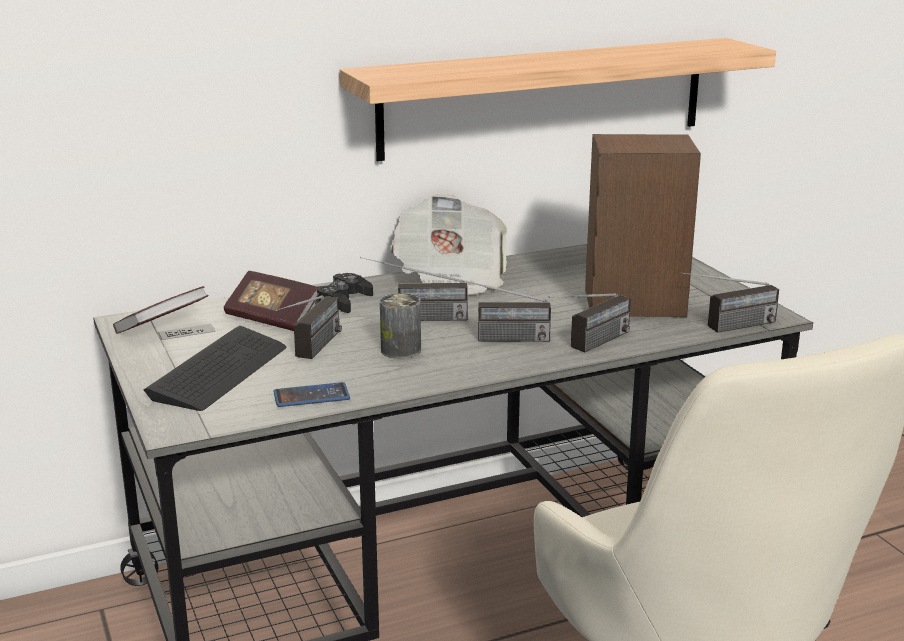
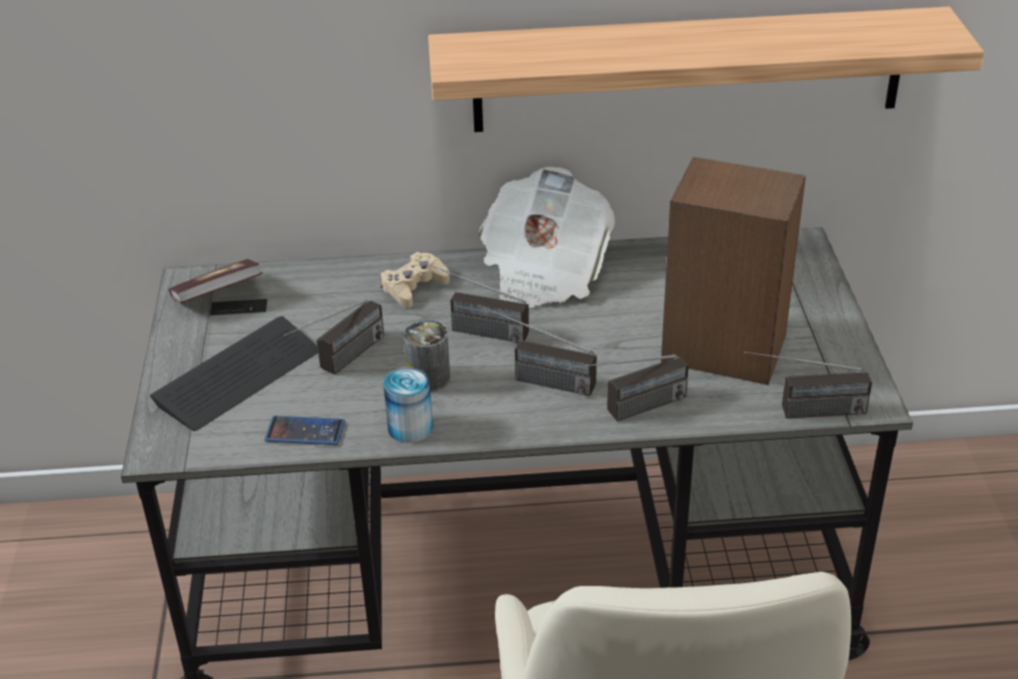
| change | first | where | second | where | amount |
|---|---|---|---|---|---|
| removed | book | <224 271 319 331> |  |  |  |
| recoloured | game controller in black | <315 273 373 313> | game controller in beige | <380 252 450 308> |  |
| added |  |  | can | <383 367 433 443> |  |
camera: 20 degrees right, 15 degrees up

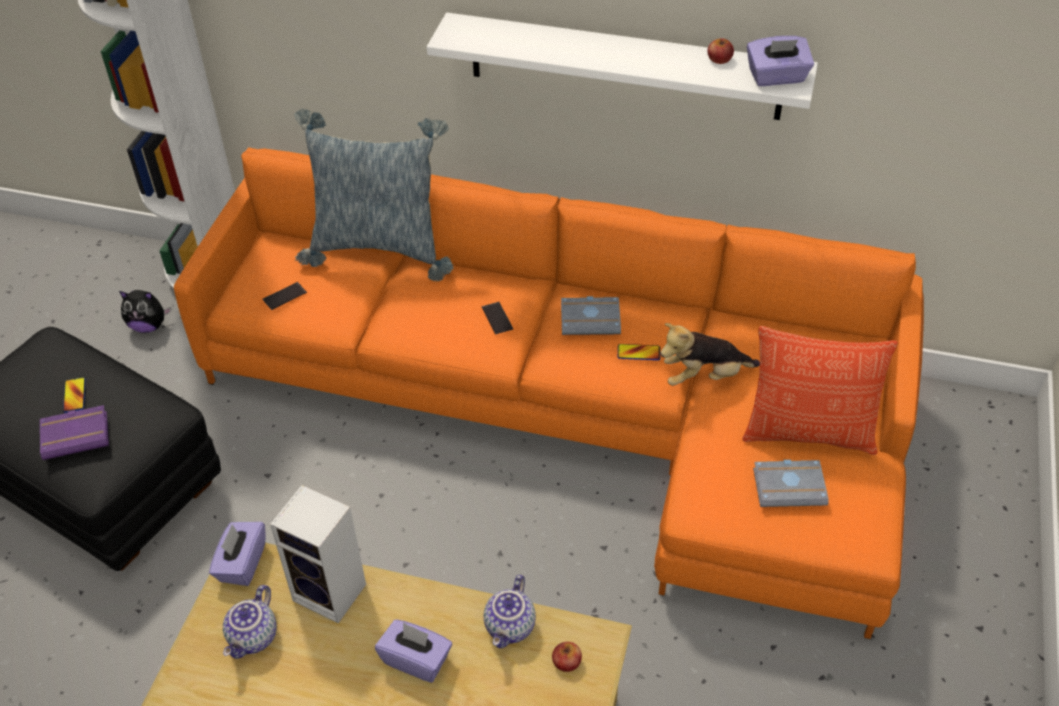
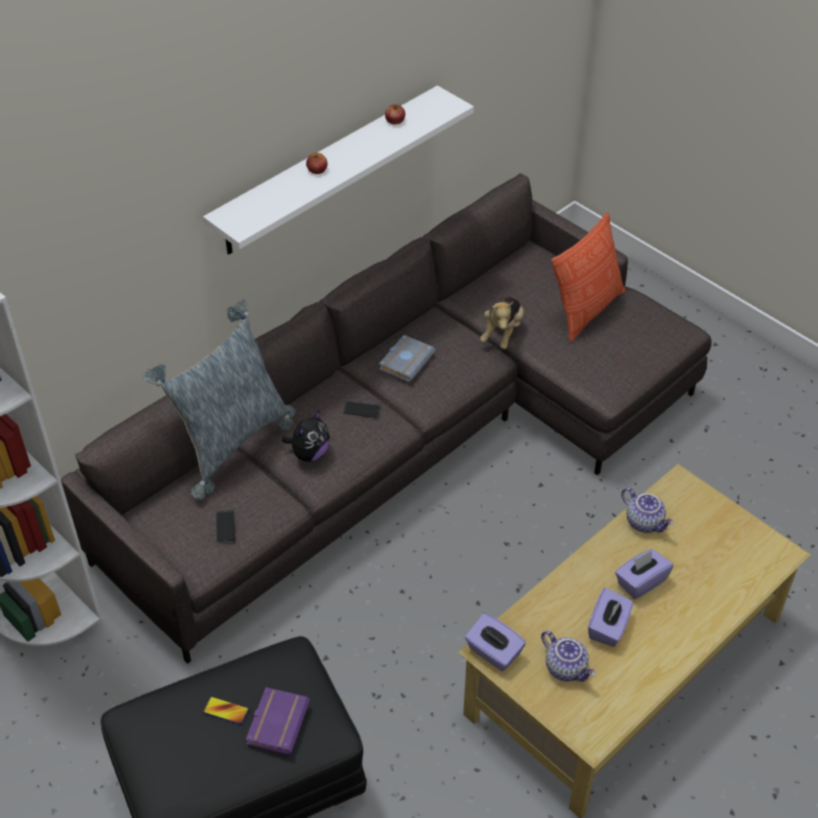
| change | first | where | second | where | amount |
|---|---|---|---|---|---|
| moved | tissue box in purple | <747 36 814 86> |  | <588 587 633 647> |  |
| recoloured | sofa in orange | <174 147 924 639> | sofa in grey | <61 173 712 664> |  |
| moved | plush toy | <119 290 171 333> |  | <282 410 330 462> |  |
| removed | phone | <618 344 660 360> |  |  |  |
| removed | book in grey | <753 459 829 507> |  |  |  |
| removed | speaker | <270 485 366 623> |  |  |  |
| moved | apple | <552 642 582 672> |  | <306 152 328 174> |  |
camera: 60 degrees left, 0 degrees up

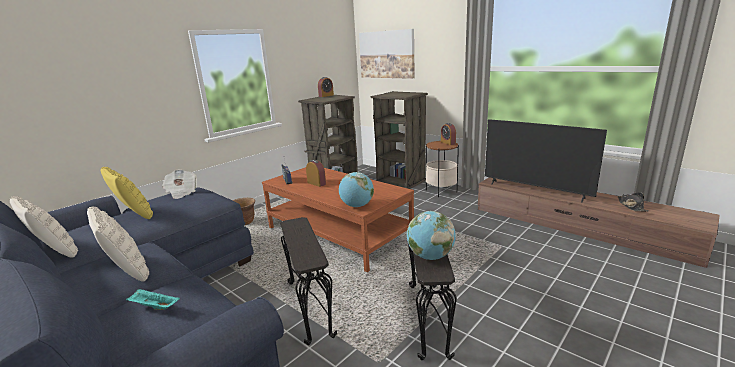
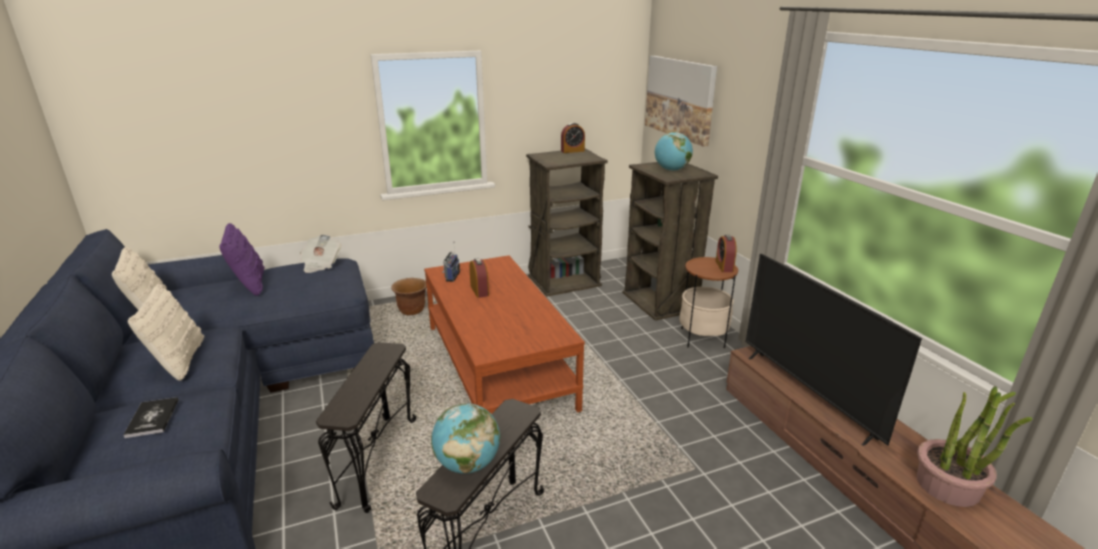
| change | first | where | second | where | amount |
|---|---|---|---|---|---|
| recoloured | pillow in yellow | <101 167 153 219> | pillow in purple | <219 223 265 296> |  |
| moved | globe | <339 172 374 207> |  | <655 132 693 171> |  |
| replaced | hat in black | <618 192 649 212> | potted plant | <917 386 1032 507> |  |
| replaced | tray in turquoise | <126 289 180 310> | book | <123 397 179 438> |  |
camera: 25 degrees right, 5 degrees up

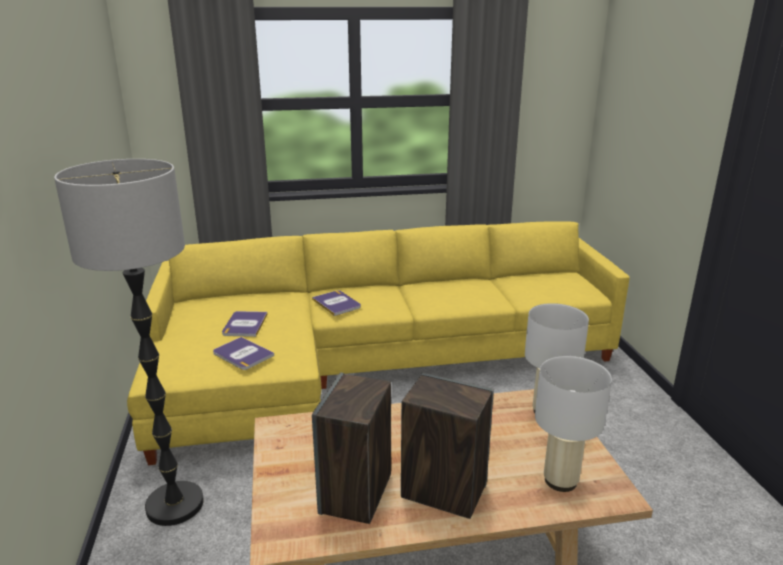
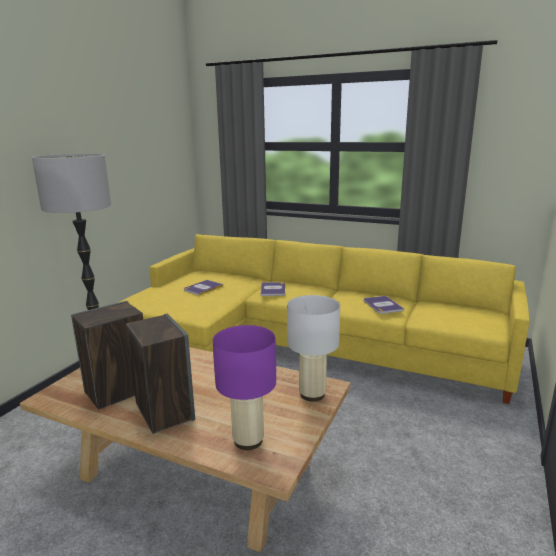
| change | first | where | second | where | amount |
|---|---|---|---|---|---|
| moved | book | <213 337 274 370> |  | <364 296 404 314> |  |
| recoloured | table lamp in white | <535 356 612 492> | table lamp in purple | <213 325 276 450> |  |
camera: 35 degrees right, 5 degrees down

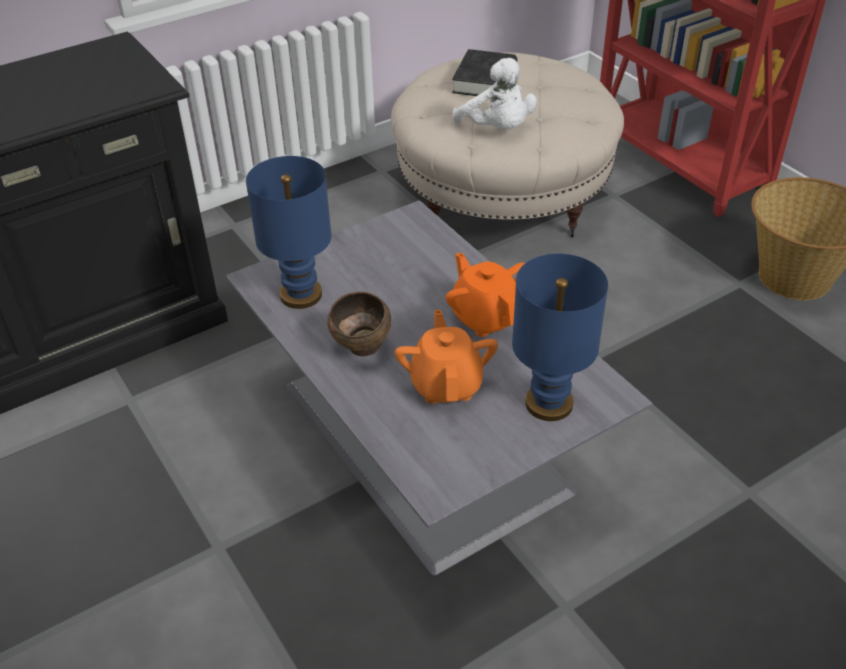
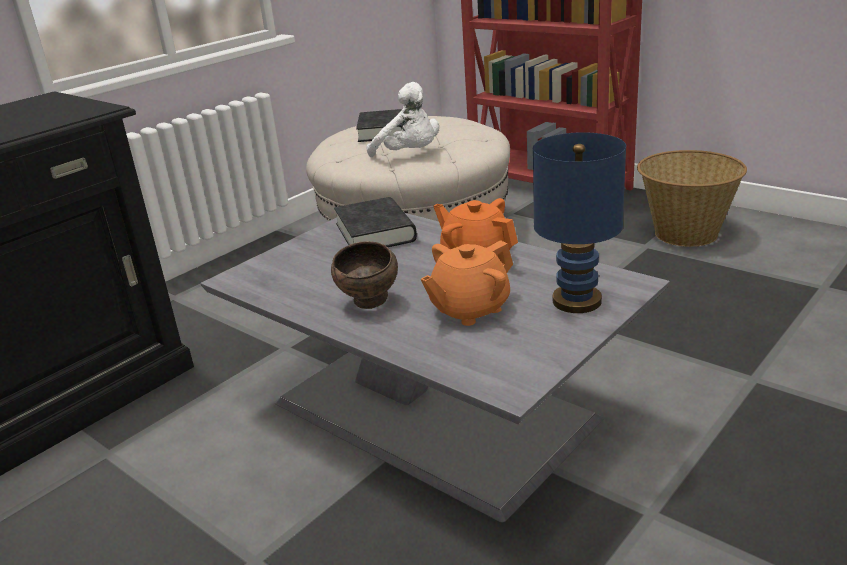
| change | first | where | second | where | amount |
|---|---|---|---|---|---|
| removed | table lamp in blue | <246 156 332 309> |  |  |  |
| turned | teapot in orange | <395 310 498 404> |  | <421 240 513 326> | 105 degrees counterclockwise |
| added |  |  | book in black | <334 197 417 247> |  |
camera: 15 degrees left, 15 degrees down

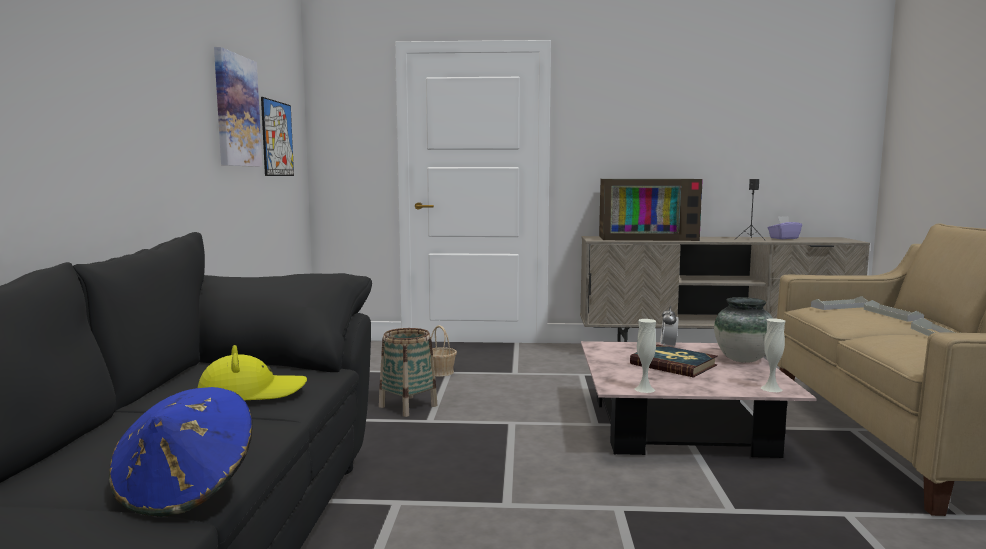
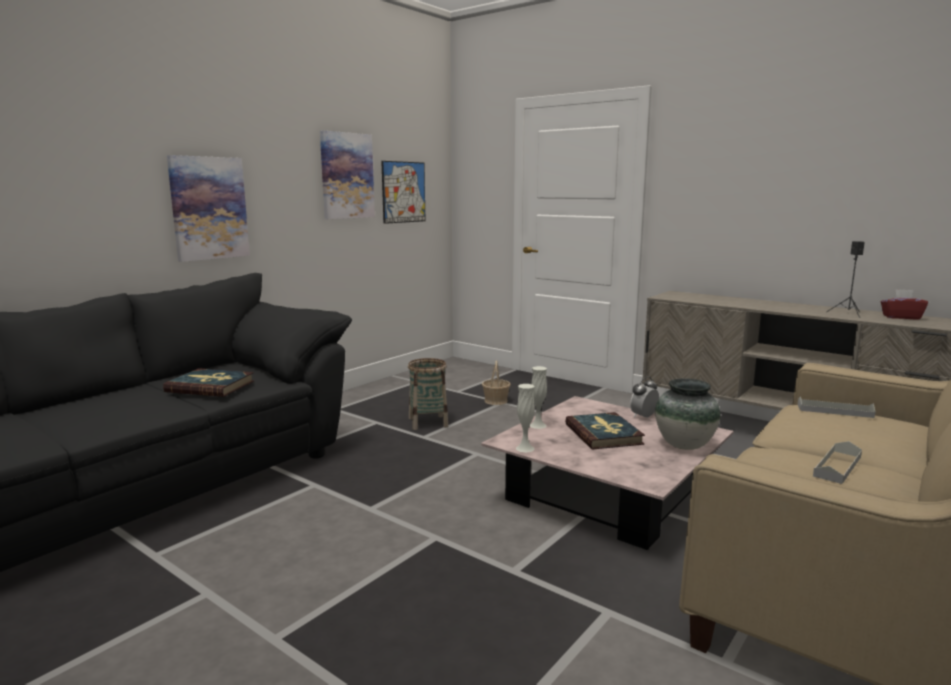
| change | first | where | second | where | amount |
|---|---|---|---|---|---|
| removed | television | <599 179 703 241> |  |  |  |
| recoloured | tissue box in purple | <768 216 802 239> | tissue box in red | <881 289 928 319> |  |
| removed | tray in grey | <864 300 924 322> |  |  |  |
| moved | vase in white | <761 318 786 392> |  | <530 366 547 429> |  |
| replaced | hat in yellow | <198 345 307 400> | book | <163 368 254 397> |  |
| removed | hat in blue | <109 387 253 517> |  |  |  |
| added |  |  | picture | <167 155 250 262> |  |
camera: 35 degrees right, 5 degrees up

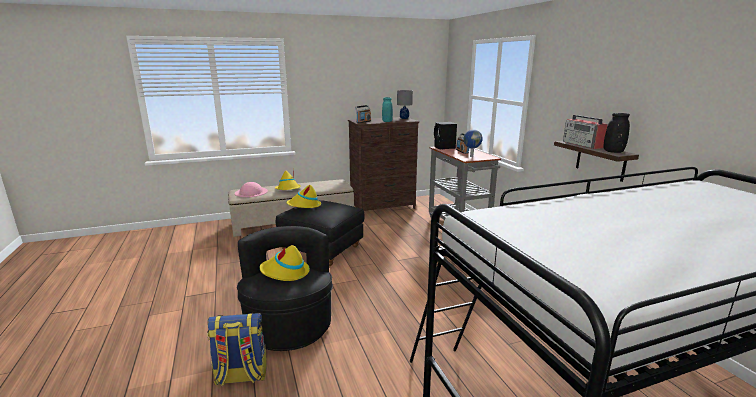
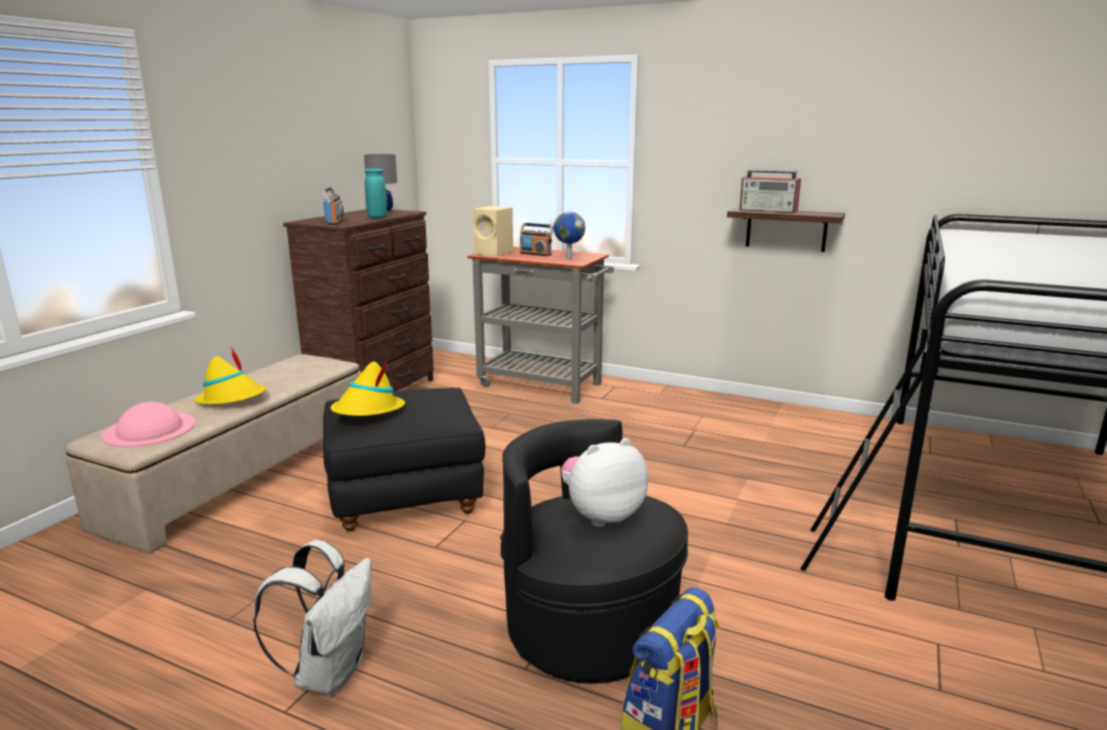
| change | first | where | second | where | amount |
|---|---|---|---|---|---|
| removed | vase in black | <603 113 630 153> |  |  |  |
| recoloured | speaker in black | <434 122 457 149> | speaker in beige | <472 206 513 256> |  |
| replaced | hat in yellow | <260 245 310 281> | plush toy | <561 438 648 527> |  |
| added |  |  | backpack in white | <253 540 371 695> |  |
camera: 45 degrees left, 0 degrees up

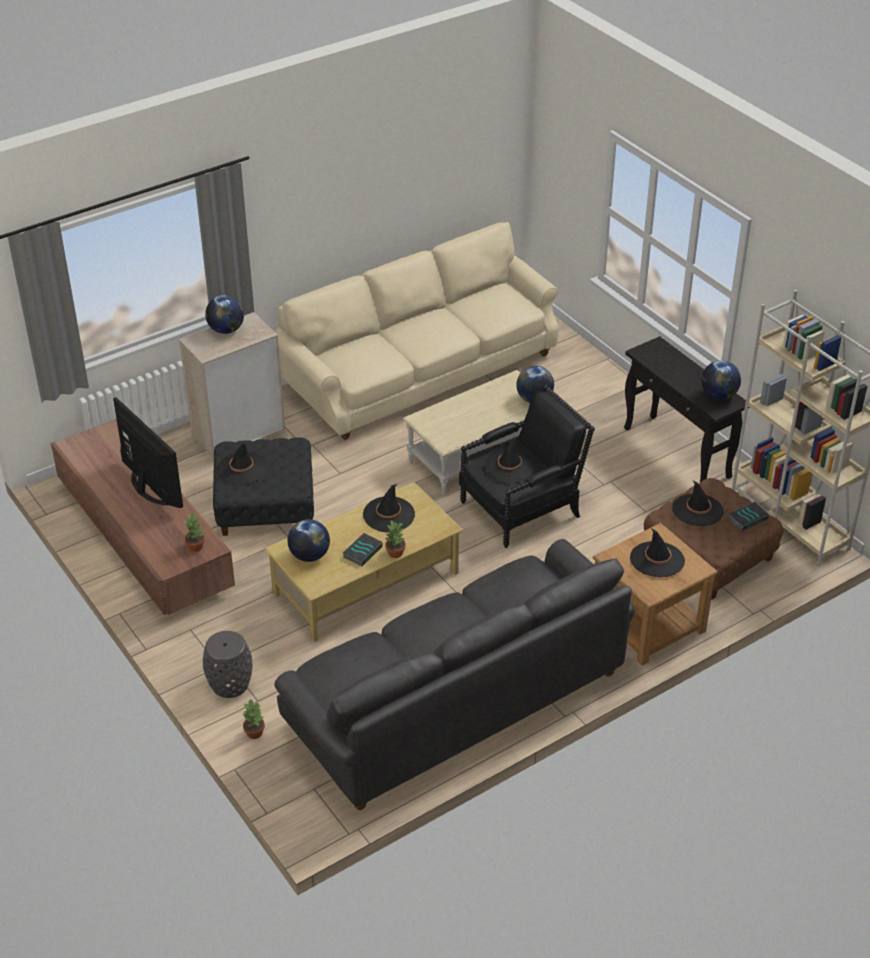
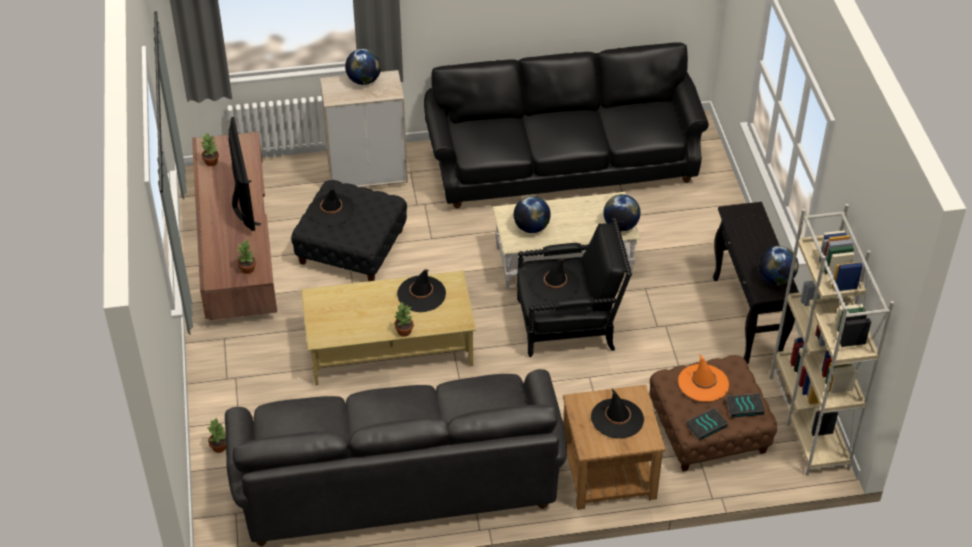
| change | first | where | second | where | amount |
|---|---|---|---|---|---|
| recoloured | sofa in beige | <275 222 559 440> | sofa in black | <424 42 709 208> |  |
| recoloured | hat in black | <672 480 724 526> | hat in orange | <678 354 729 402> |  |
| moved | globe | <288 519 330 562> |  | <514 196 551 233> |  |
| moved | book | <343 533 383 567> |  | <686 408 728 441> |  |
| removed | stool in grey | <203 631 253 698> |  |  |  |
| added |  |  | potted plant | <201 133 219 166> |  |
camera: 25 degrees right, 5 degrees up

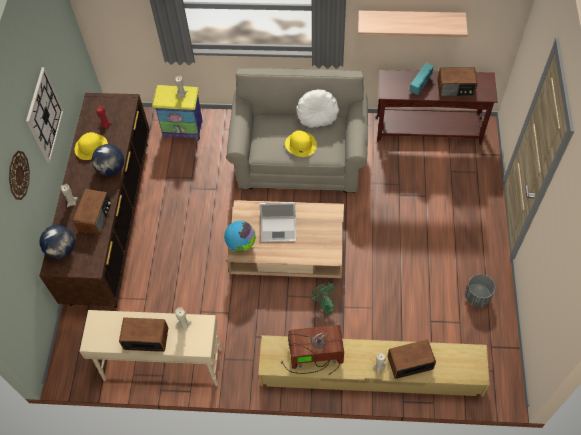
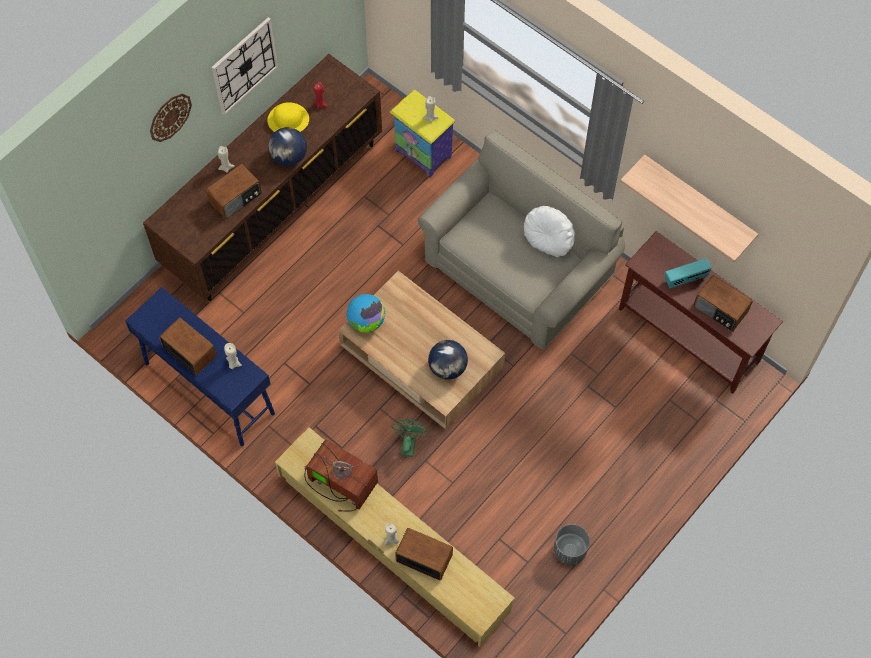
| change | first | where | second | where | amount |
|---|---|---|---|---|---|
| removed | hat in yellow | <285 130 317 157> |  |  |  |
| removed | laptop | <259 202 296 242> |  |  |  |
| moved | globe | <40 225 75 259> |  | <428 340 468 380> |  |
| recoloured | console table in beige | <79 310 222 386> | console table in blue | <125 287 275 446> |  |
camera: 35 degrees right, 5 degrees up

